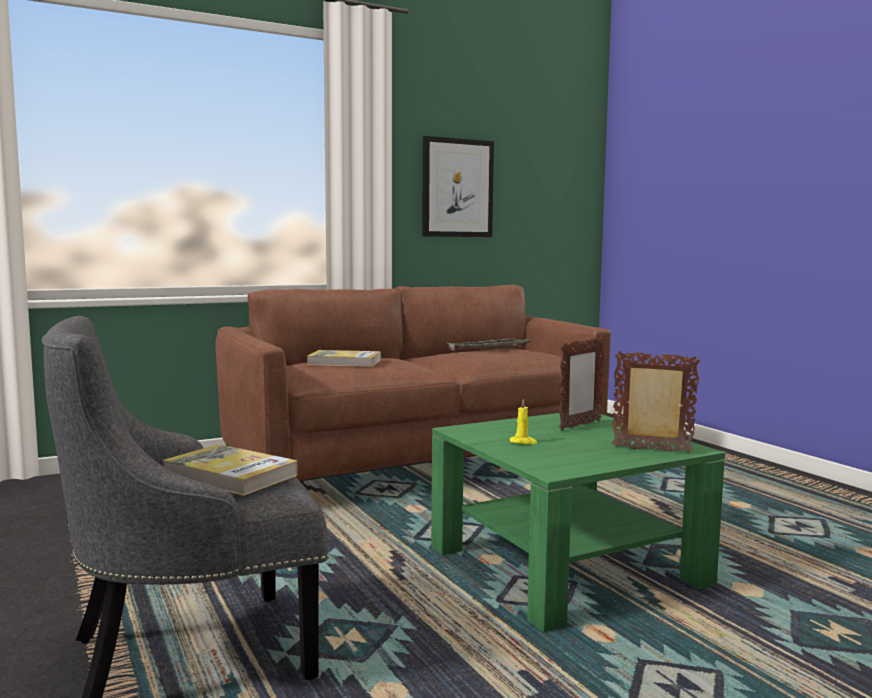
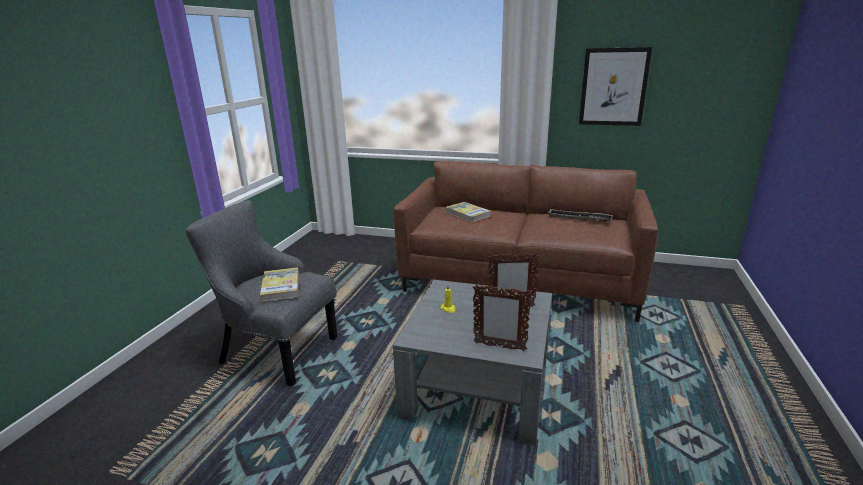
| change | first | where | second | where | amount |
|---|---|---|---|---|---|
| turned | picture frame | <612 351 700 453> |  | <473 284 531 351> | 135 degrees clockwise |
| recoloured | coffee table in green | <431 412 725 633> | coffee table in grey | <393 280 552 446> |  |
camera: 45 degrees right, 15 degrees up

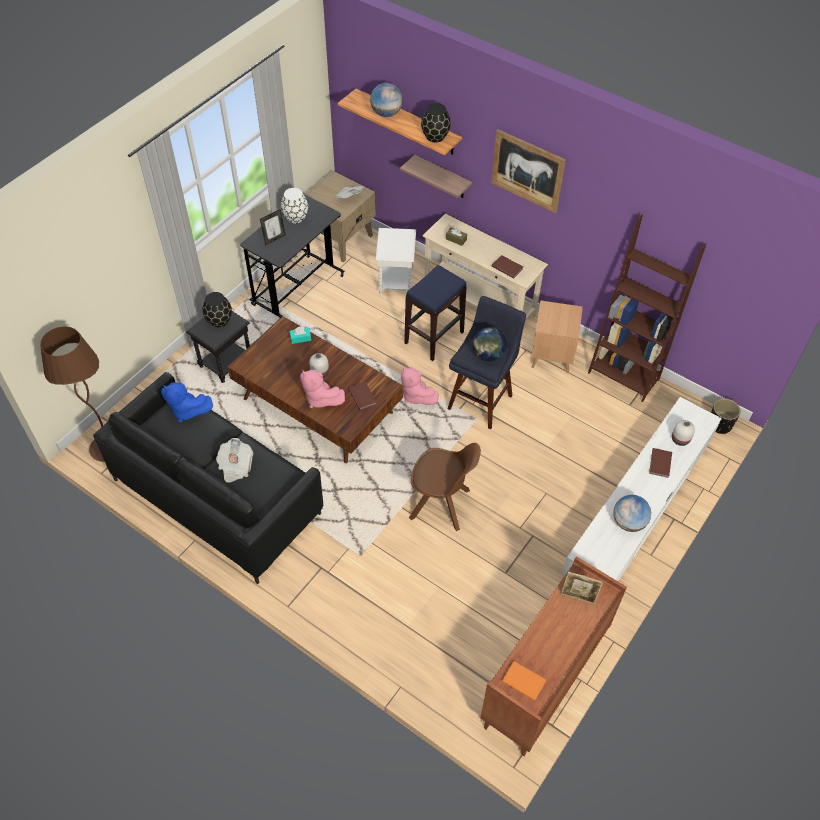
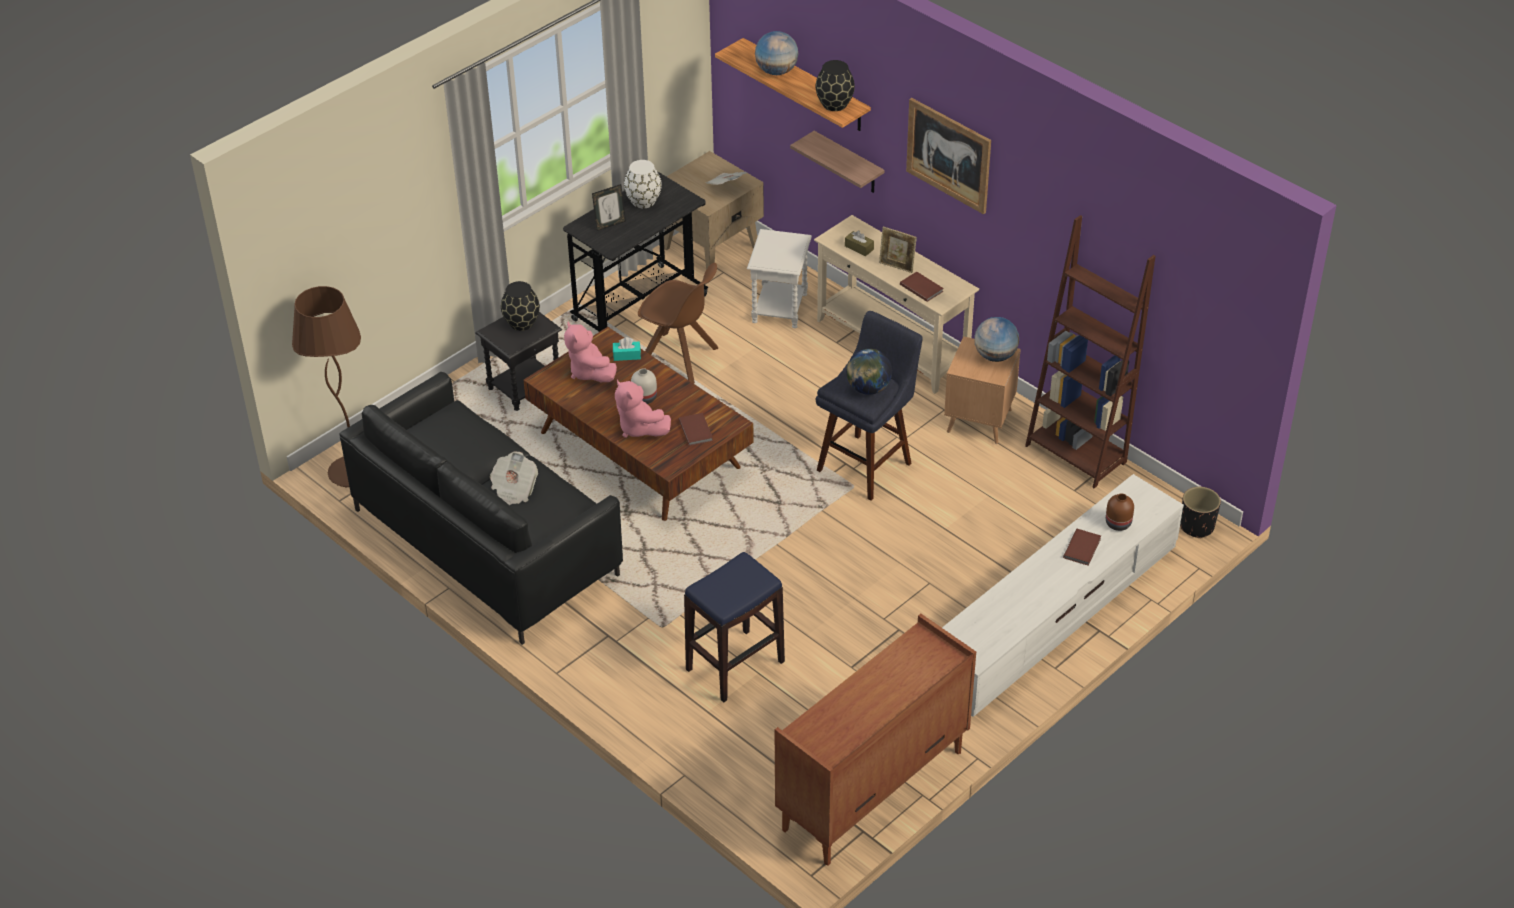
| change | first | where | second | where | amount |
|---|---|---|---|---|---|
| moved | stool | <404 265 467 361> |  | <684 552 785 703> |  |
| moved | plush toy in pink | <401 366 439 405> |  | <564 321 617 382> |  |
| removed | plush toy in blue | <161 382 213 422> |  |  |  |
| recoloured | vase in white | <672 420 695 446> | vase in brown | <1106 493 1134 531> |  |
| moved | chair in brown | <409 443 481 531> |  | <638 263 718 383> |  |
| moved | globe | <613 495 651 532> |  | <974 317 1019 362> |  |
| moved | picture frame | <561 571 603 604> |  | <879 227 917 273> |  |
| removed | book in orange | <502 661 546 701> |  |  |  |
camera: 10 degrees right, 10 degrees down

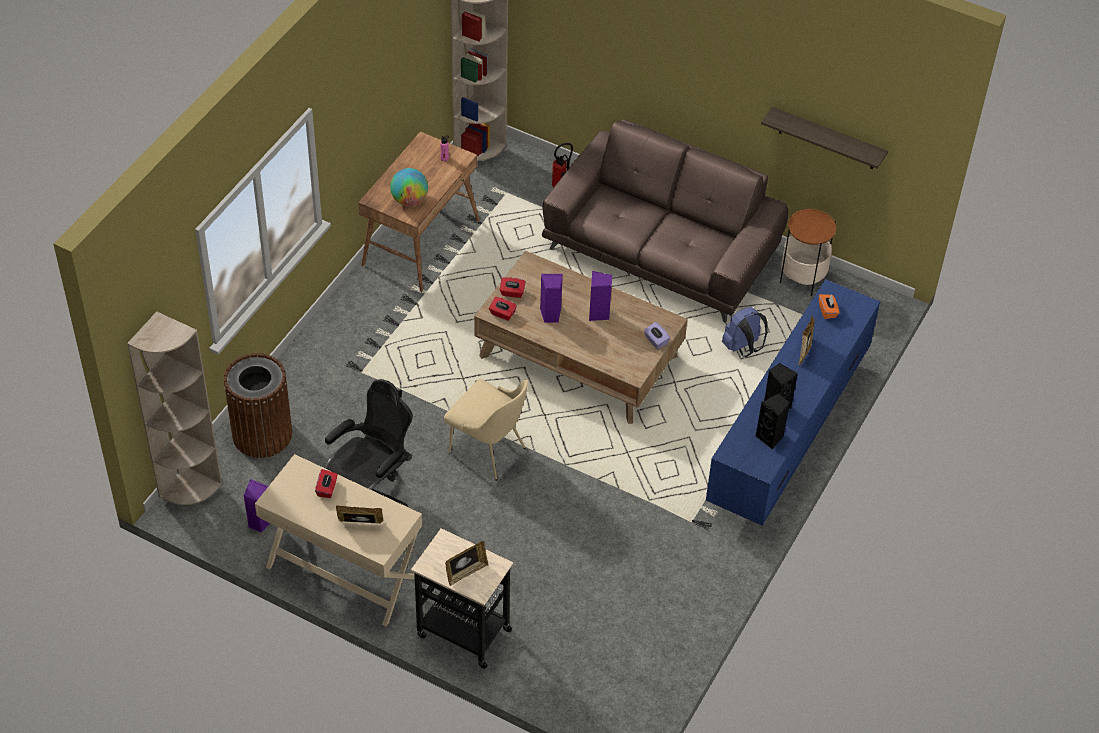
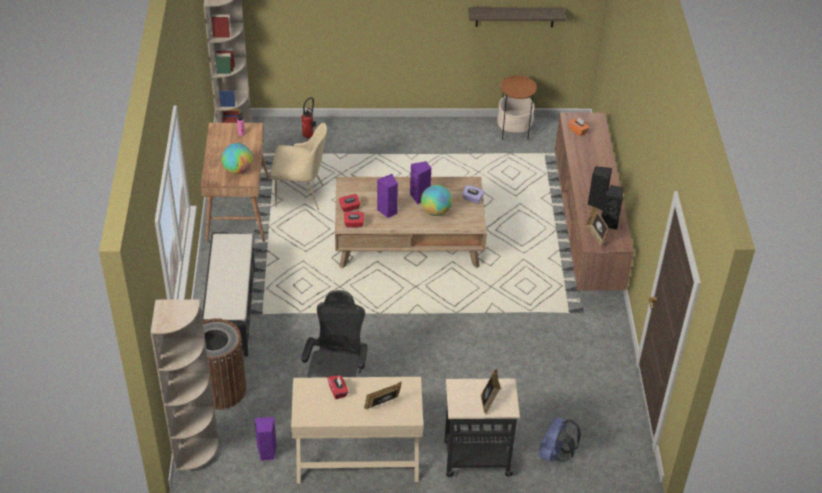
| change | first | where | second | where | amount |
|---|---|---|---|---|---|
| removed | sofa in brown | <542 119 788 323> |  |  |  |
| recoloured | cabinet in blue | <706 279 880 526> | cabinet in brown | <555 112 634 290> |  |
| moved | backpack in blue | <722 307 768 357> |  | <538 417 581 462> |  |
| moved | picture frame | <798 316 815 365> |  | <586 206 609 247> |  |
| moved | chair in beige | <444 379 528 481> |  | <271 123 327 210> |  |
| added |  |  | globe | <421 185 452 216> |  |
| added |  |  | bench in black | <202 232 255 357> |  |
camera: 30 degrees left, 5 degrees down

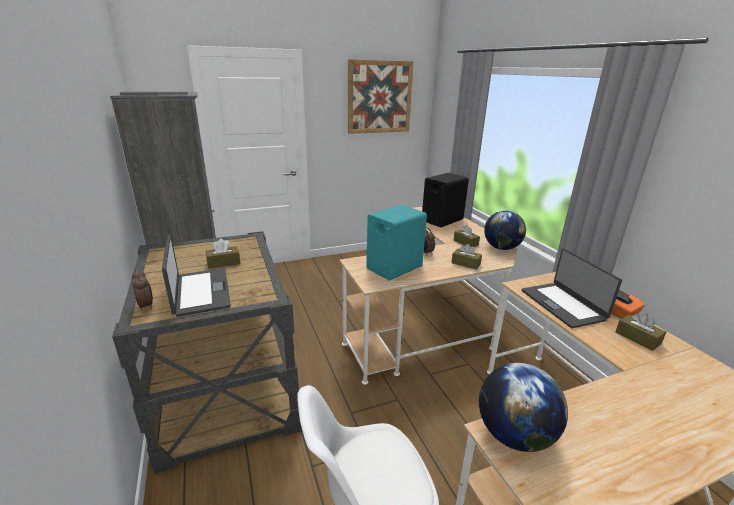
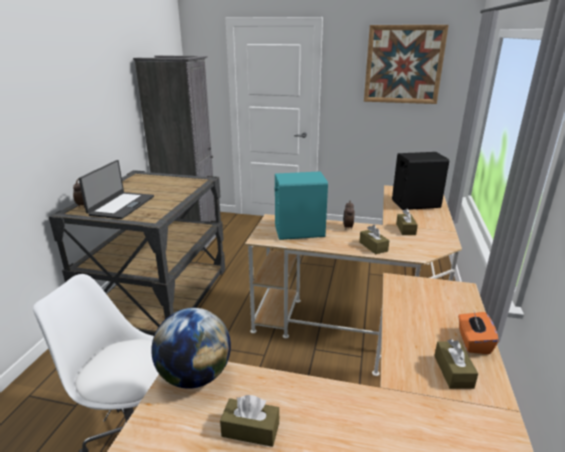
| change | first | where | second | where | amount |
|---|---|---|---|---|---|
| removed | globe | <484 210 526 250> |  |  |  |
| moved | tissue box in brown | <206 239 240 269> |  | <220 395 279 447> |  |
| removed | laptop | <522 248 622 328> |  |  |  |
camera: 35 degrees right, 0 degrees up

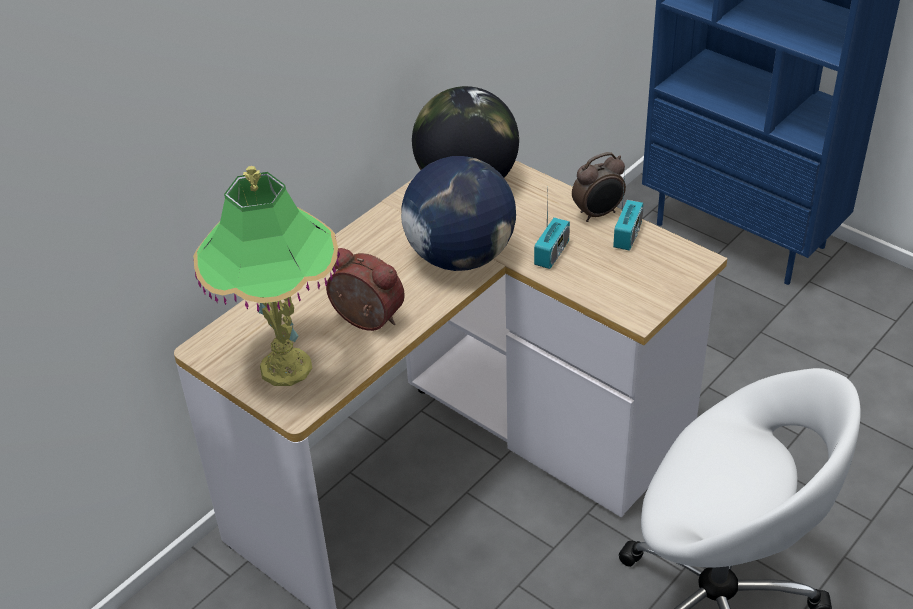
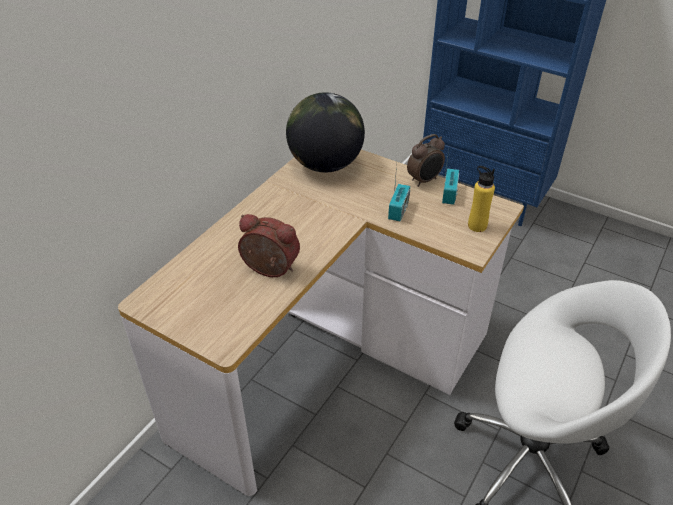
| change | first | where | second | where | amount |
|---|---|---|---|---|---|
| removed | globe | <401 156 516 271> |  |  |  |
| removed | table lamp | <193 166 340 386> |  |  |  |
| added |  |  | bottle in yellow | <468 166 495 232> |  |
camera: 10 degrees left, 0 degrees up

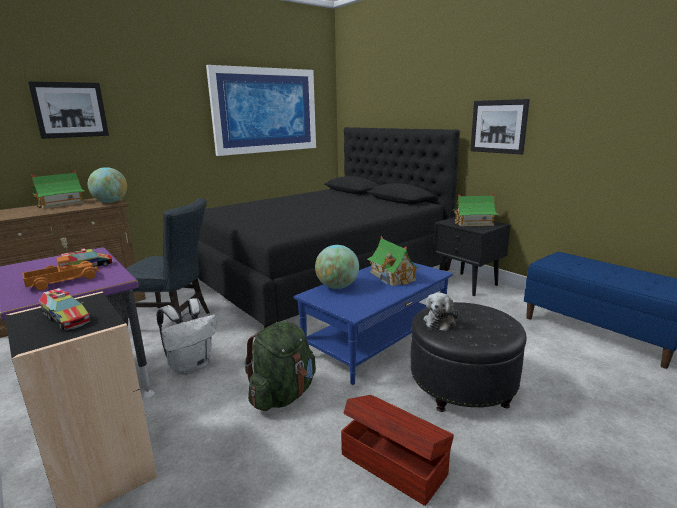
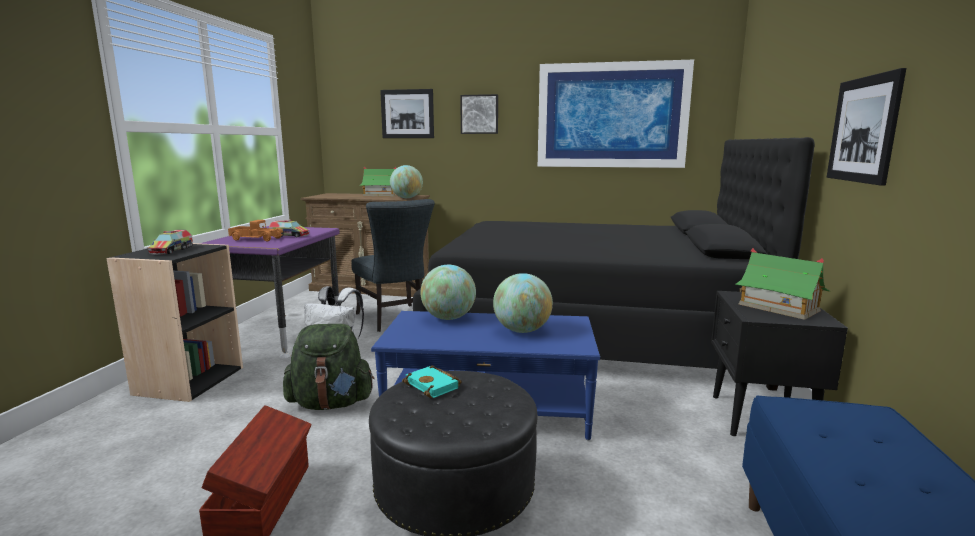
| change | first | where | second | where | amount |
|---|---|---|---|---|---|
| replaced | toy house | <367 235 420 286> | globe | <493 273 553 333> |  |
| replaced | plush toy | <424 293 459 331> | book in turquoise | <402 365 462 398> |  |
| added |  |  | picture | <460 94 498 134> |  |
camera: 50 degrees right, 5 degrees down

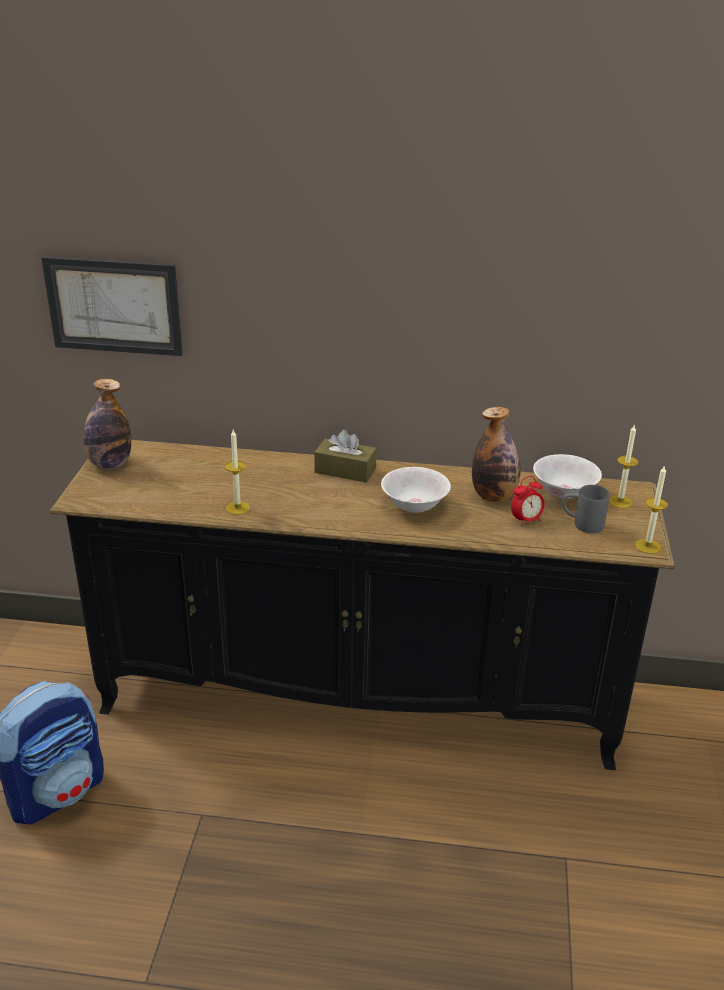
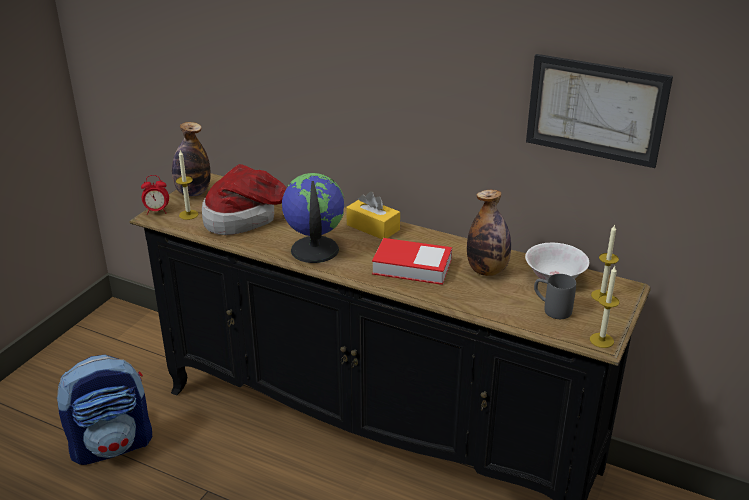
| change | first | where | second | where | amount |
|---|---|---|---|---|---|
| moved | picture | <41 256 183 356> |  | <526 54 673 168> |  |
| moved | candle | <225 430 250 515> |  | <176 150 198 220> |  |
| recoloured | tissue box in brown | <314 430 377 483> | tissue box in yellow | <346 191 400 240> |  |
| replaced | bowl in white | <381 467 451 513> | book | <372 238 452 285> |  |
| moved | alarm clock | <511 476 545 527> |  | <141 175 169 215> |  |
| added |  |  | hat | <202 164 287 235> |  |
| added |  |  | globe | <282 173 344 263> |  |
camera: 20 degrees right, 0 degrees up

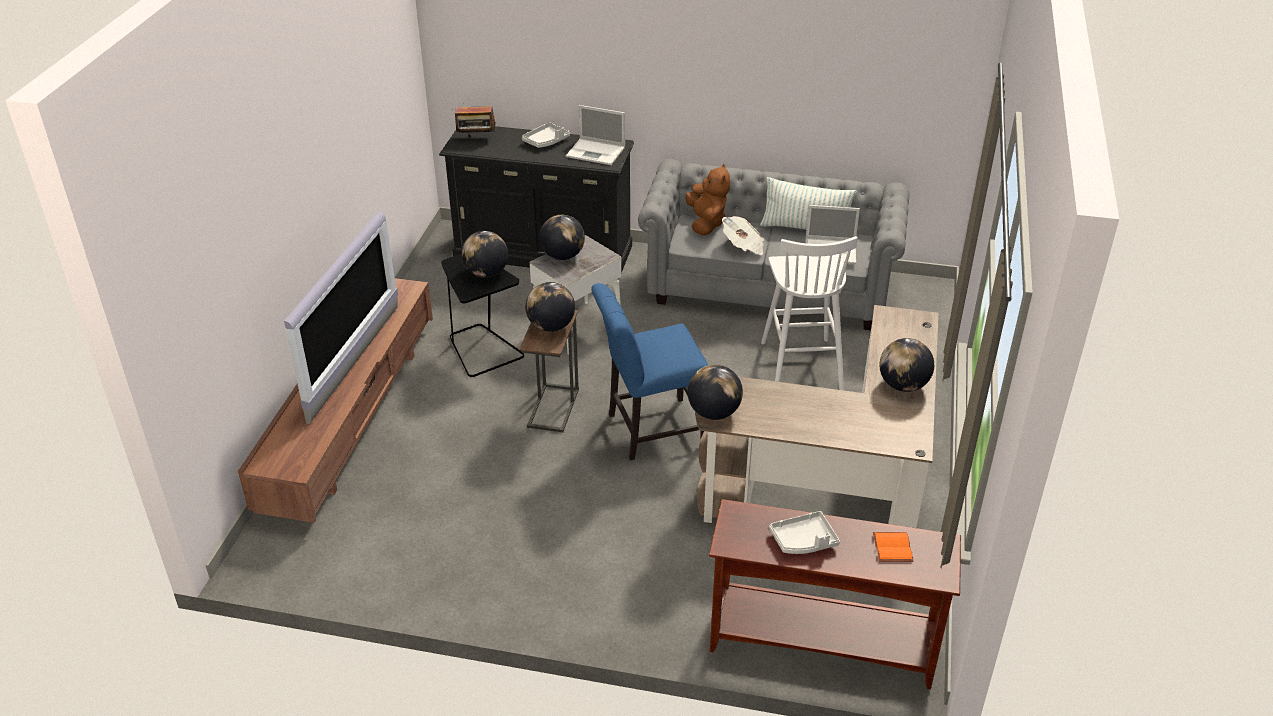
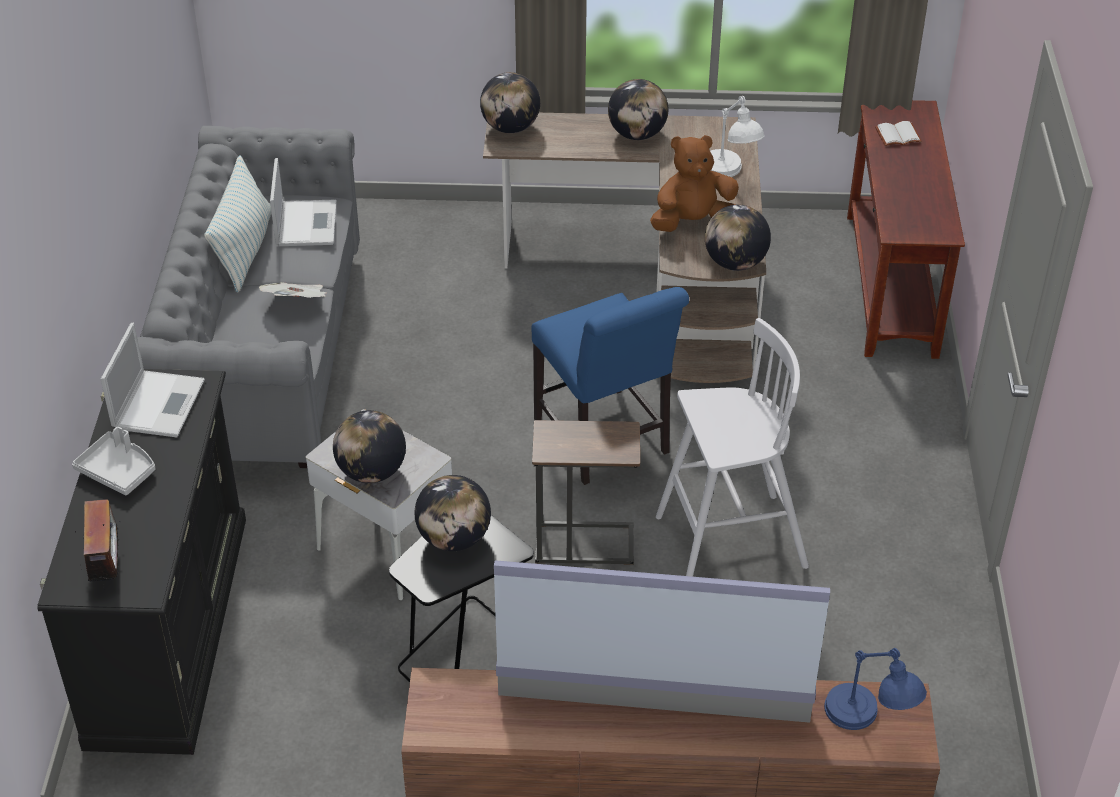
| change | first | where | second | where | amount |
|---|---|---|---|---|---|
| moved | plush toy in brown | <686 164 730 236> |  | <650 135 739 232> |  |
| moved | stool in white | <761 236 858 390> |  | <656 318 809 577> |  |
| moved | globe | <525 282 575 332> |  | <480 72 540 133> |  |
| removed | tray in grey | <769 511 840 554> |  |  |  |
| recoloured | book in orange | <873 532 914 562> | book in white | <875 121 922 146> |  |
| added |  |  | table lamp in white | <710 96 765 177> |  |
| added |  |  | table lamp in blue | <824 648 927 730> |  |
camera: 100 degrees left, 5 degrees up

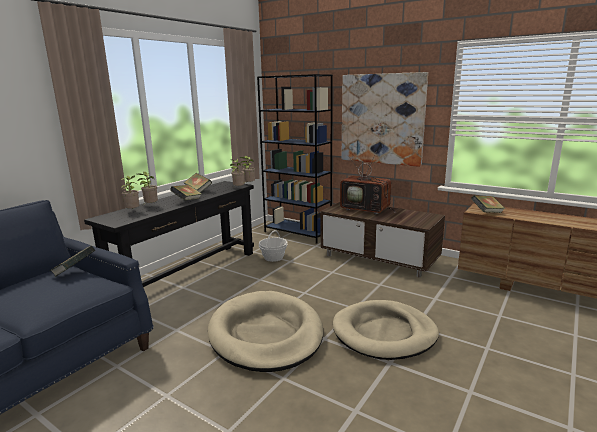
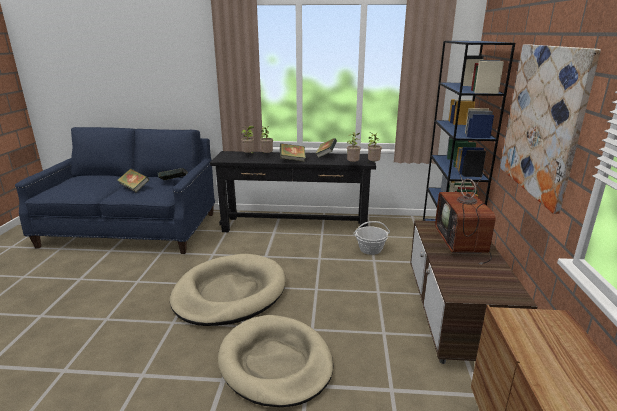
| change | first | where | second | where | amount |
|---|---|---|---|---|---|
| moved | book | <471 195 505 213> |  | <117 169 149 192> |  |
camera: 60 degrees right, 5 degrees up

